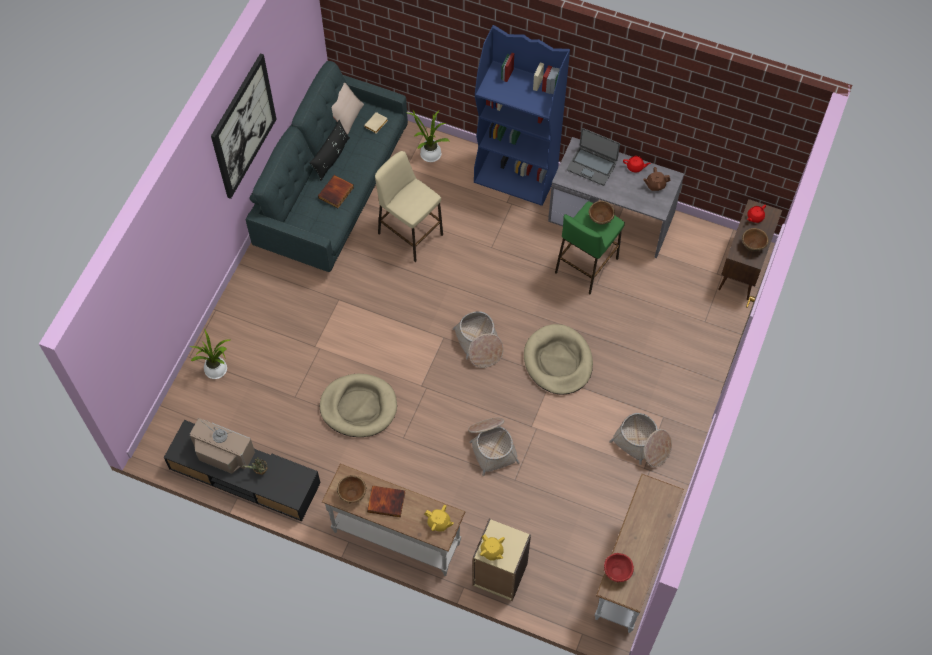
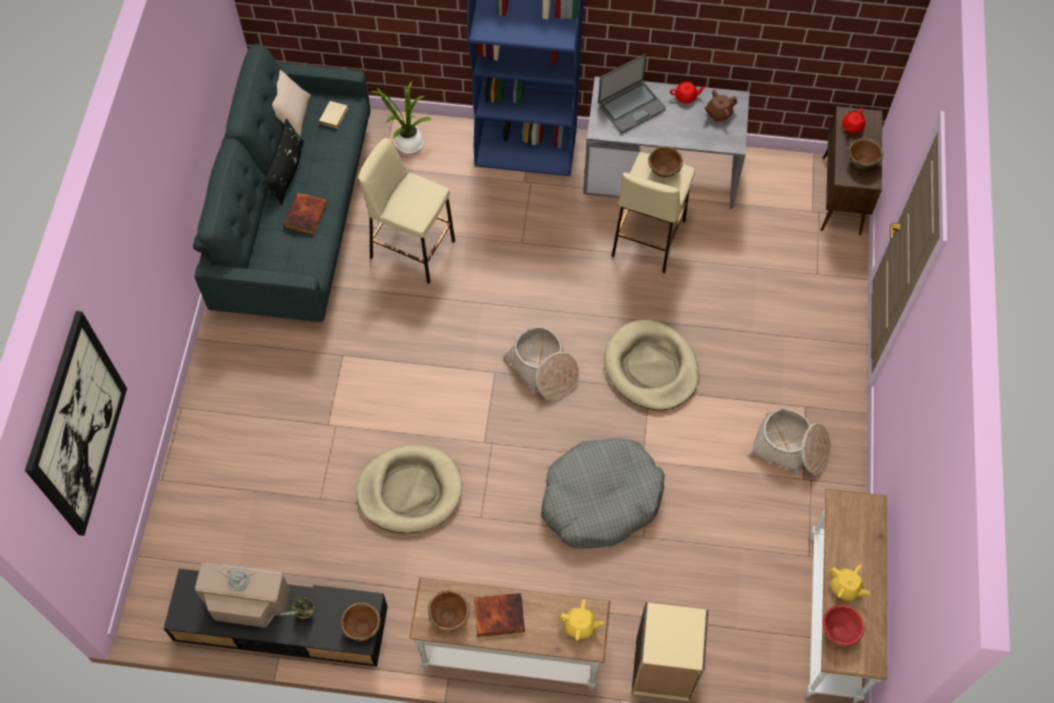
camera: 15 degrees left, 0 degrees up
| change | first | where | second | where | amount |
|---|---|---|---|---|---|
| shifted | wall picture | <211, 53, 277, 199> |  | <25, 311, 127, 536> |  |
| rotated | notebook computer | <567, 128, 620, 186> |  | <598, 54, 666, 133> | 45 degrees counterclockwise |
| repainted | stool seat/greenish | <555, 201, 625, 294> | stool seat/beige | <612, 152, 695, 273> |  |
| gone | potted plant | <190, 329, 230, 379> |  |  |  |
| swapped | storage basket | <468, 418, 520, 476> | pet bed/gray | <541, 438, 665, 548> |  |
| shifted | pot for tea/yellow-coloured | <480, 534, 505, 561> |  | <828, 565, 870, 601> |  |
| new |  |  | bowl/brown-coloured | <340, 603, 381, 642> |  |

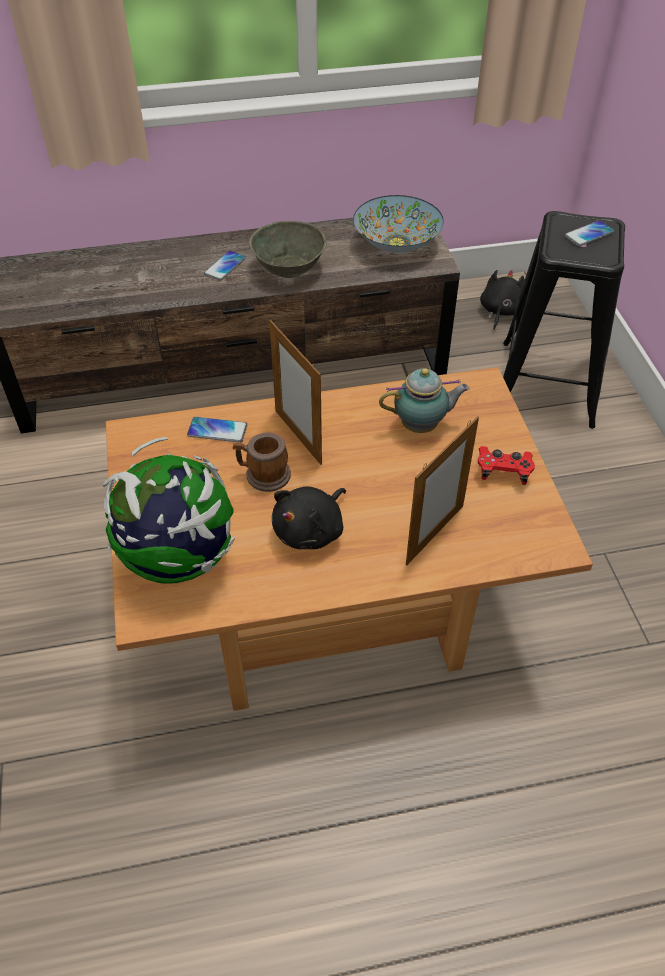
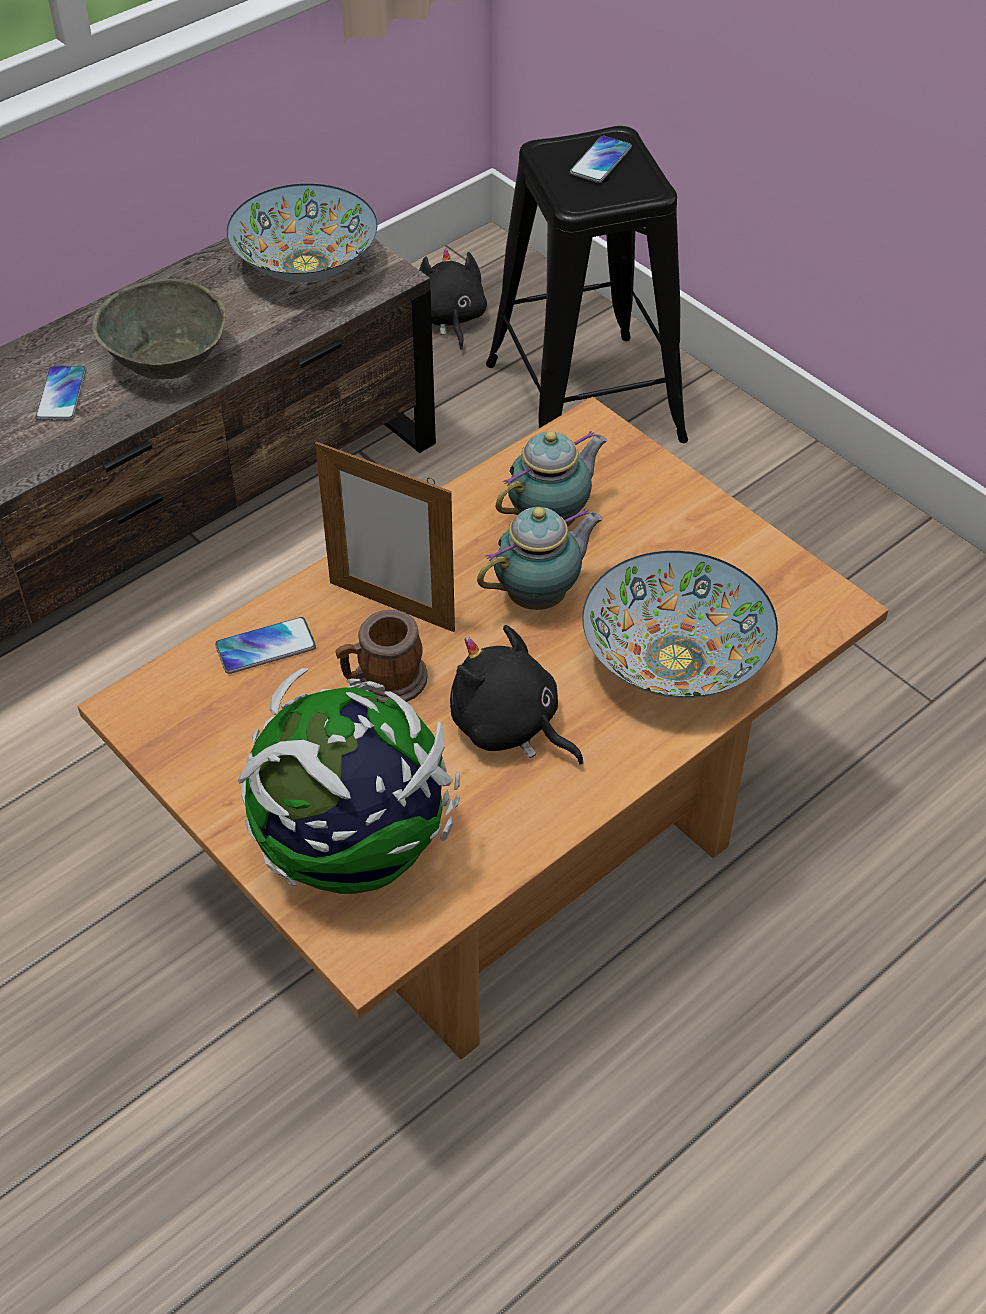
camera: 30 degrees left, 0 degrees up
| change | first | where | second | where | amount |
|---|---|---|---|---|---|
| swapped | picture frame | <406, 416, 479, 565> | bowl | <582, 551, 778, 698> |  |
| gone | joypad/red | <478, 446, 535, 485> |  |  |  |
| rotated | plush toy/blackish | <272, 486, 346, 549> |  | <450, 625, 584, 765> | 120 degrees clockwise |
| new |  |  | pot for tea | <477, 507, 603, 610> |  |

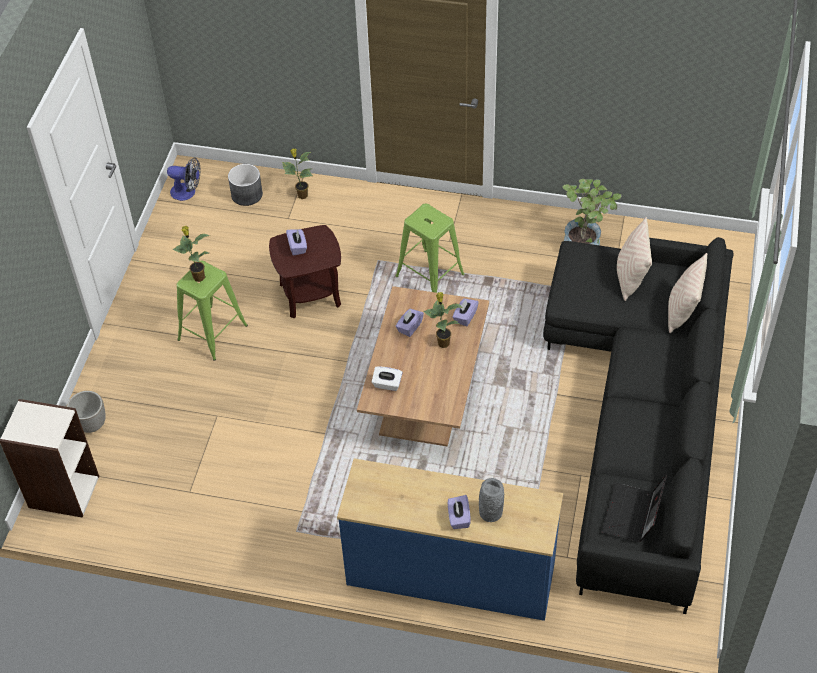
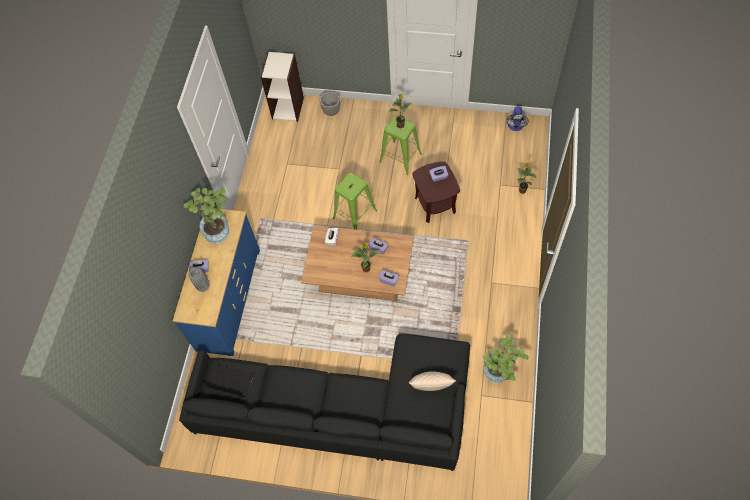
camera: 90 degrees right, 10 degrees up
| change | first | where | second | where | amount |
|---|---|---|---|---|---|
| gone | flower pot/gray | <228, 164, 263, 206> |  |  |  |
| shifted | stool seat/greenish | <396, 204, 465, 293> |  | <333, 173, 377, 230> |  |
| gone | pillow/beige | <668, 253, 707, 333> |  |  |  |
| new |  |  | potted plant | <183, 188, 229, 244> |  |

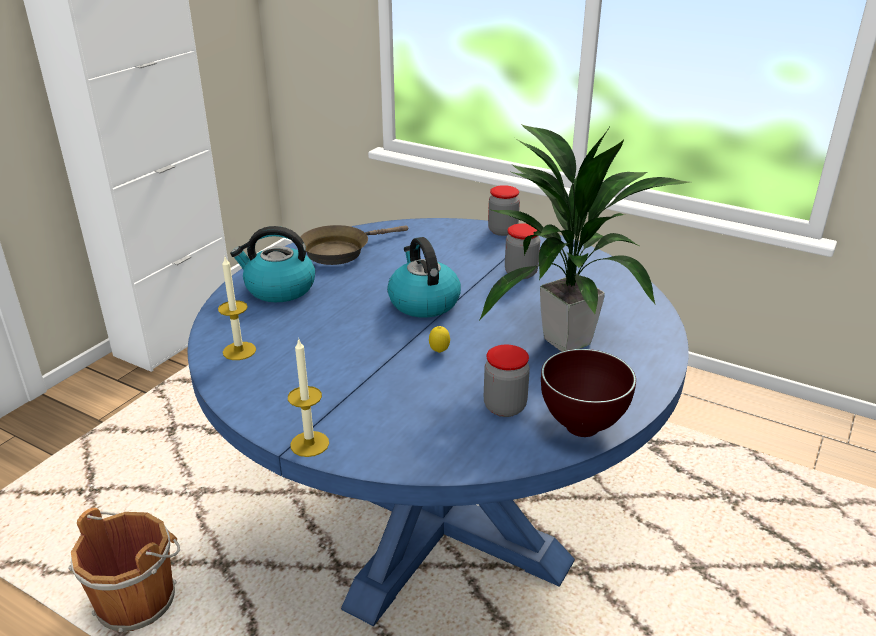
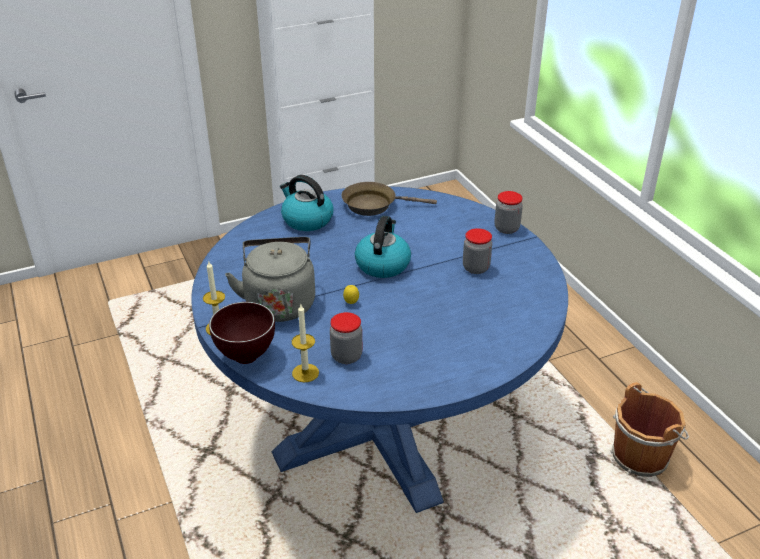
camera: 35 degrees right, 5 degrees up
| change | first | where | second | where | amount |
|---|---|---|---|---|---|
| gone | potted plant | <479, 124, 689, 352> |  |  |  |
| shifted | wax light | <218, 257, 256, 360> |  | <292, 305, 319, 382> |  |
| shifted | bowl/brown-coloured | <541, 349, 636, 437> |  | <209, 302, 275, 364> |  |
| shifted | water bucket/brown-coloured | <68, 507, 180, 633> |  | <610, 382, 689, 477> |  |
| new |  |  | kettle/gray | <225, 237, 315, 322> |  |

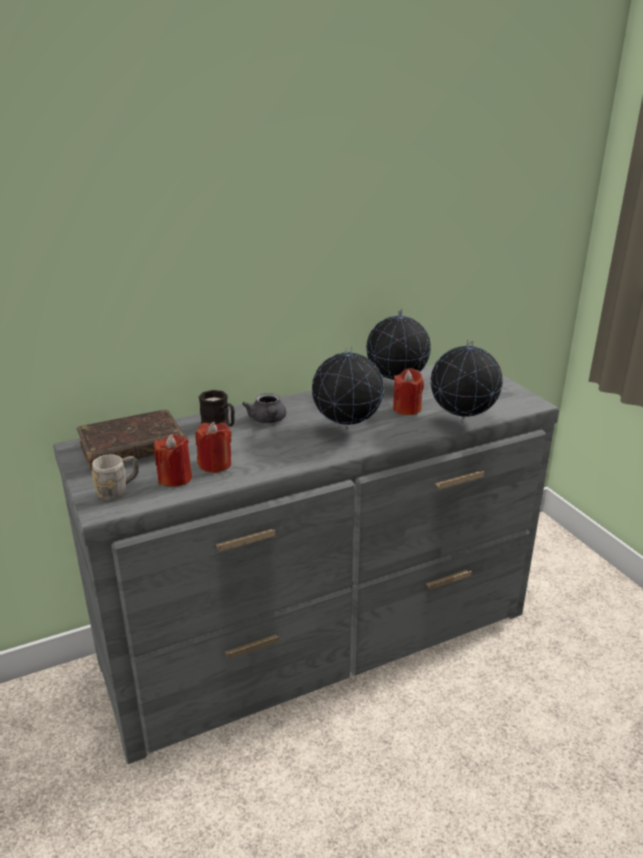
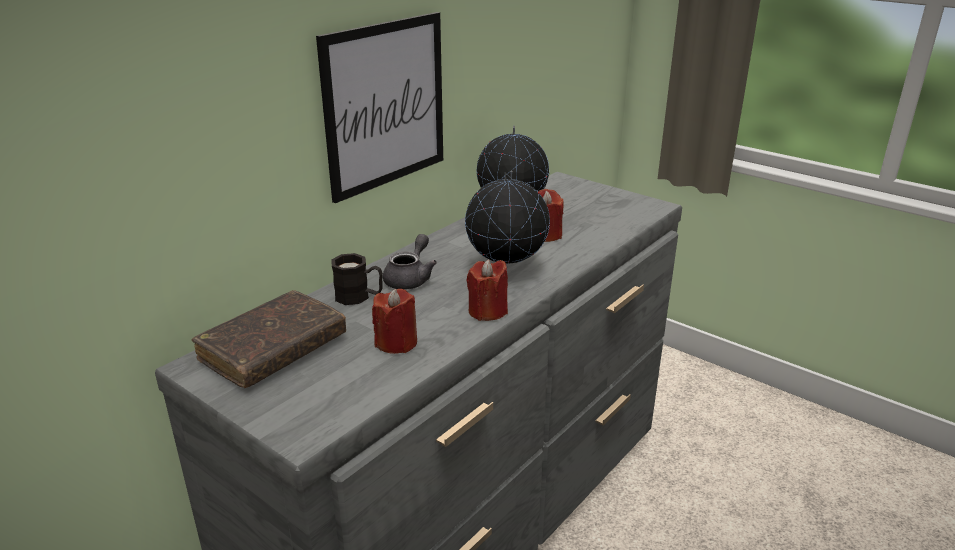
camera: 25 degrees left, 0 degrees up
| change | first | where | second | where | amount |
|---|---|---|---|---|---|
| gone | desk globe | <430, 339, 503, 423> |  |  |  |
| rotated | pot for tea/gray | <242, 393, 286, 423> |  | <383, 234, 437, 290> | 120 degrees counterclockwise |
| shifted | wax light/red | <154, 434, 192, 487> |  | <466, 259, 508, 321> |  |
| gone | coffee mug/gray | <91, 455, 139, 501> |  |  |  |
| new |  |  | wall picture | <316, 12, 443, 203> |  |

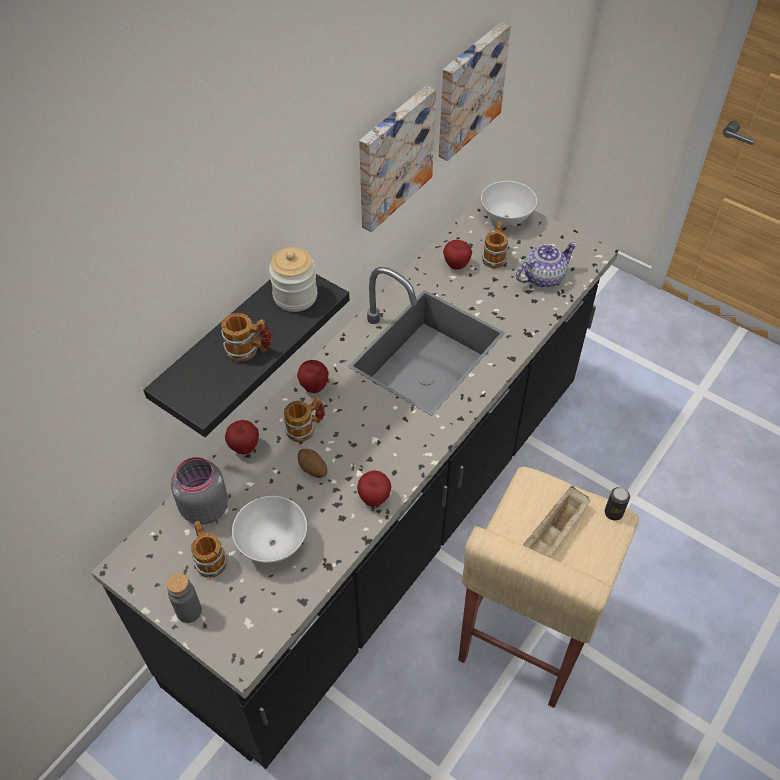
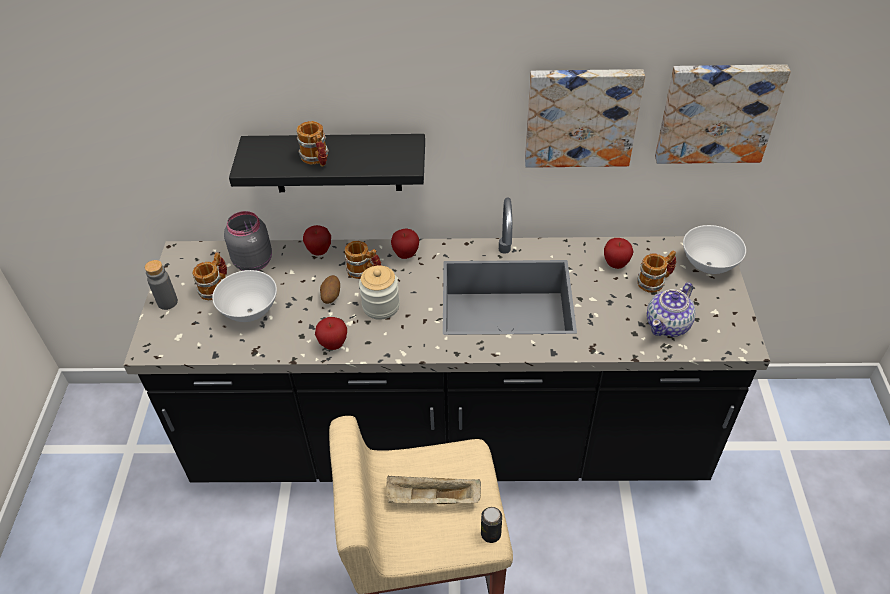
camera: 55 degrees right, 5 degrees down
| change | first | where | second | where | amount |
|---|---|---|---|---|---|
| rotated | pot for tea | <516, 242, 577, 288> |  | <647, 282, 696, 337> | 105 degrees clockwise |
| shifted | jar | <269, 247, 318, 312> |  | <359, 265, 400, 320> |  |

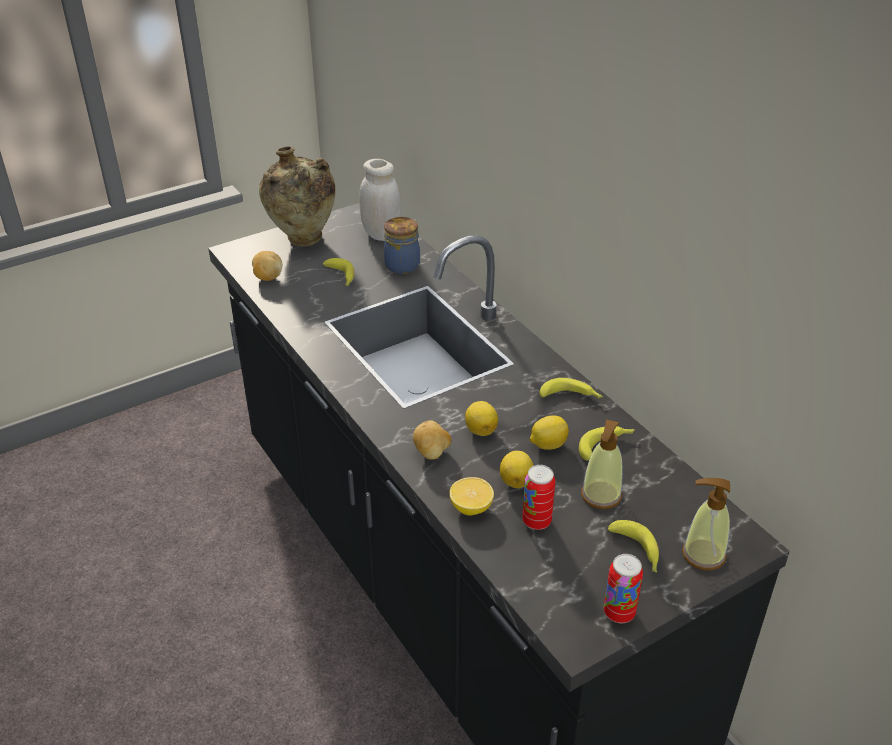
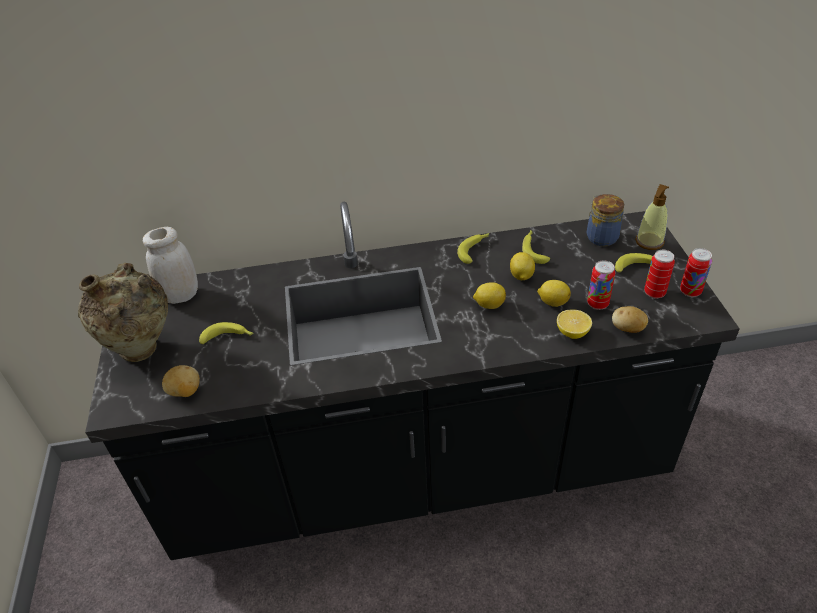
camera: 65 degrees left, 5 degrees up
| change | first | where | second | where | amount |
|---|---|---|---|---|---|
| shifted | jar | <384, 217, 420, 274> |  | <587, 194, 624, 246> |  |
| gone | liquid soap bottle | <581, 419, 623, 509> |  |  |  |
| shifted | spud | <413, 420, 451, 460> |  | <612, 306, 648, 333> |  |
| new |  |  | metal can | <644, 250, 675, 298> |  |

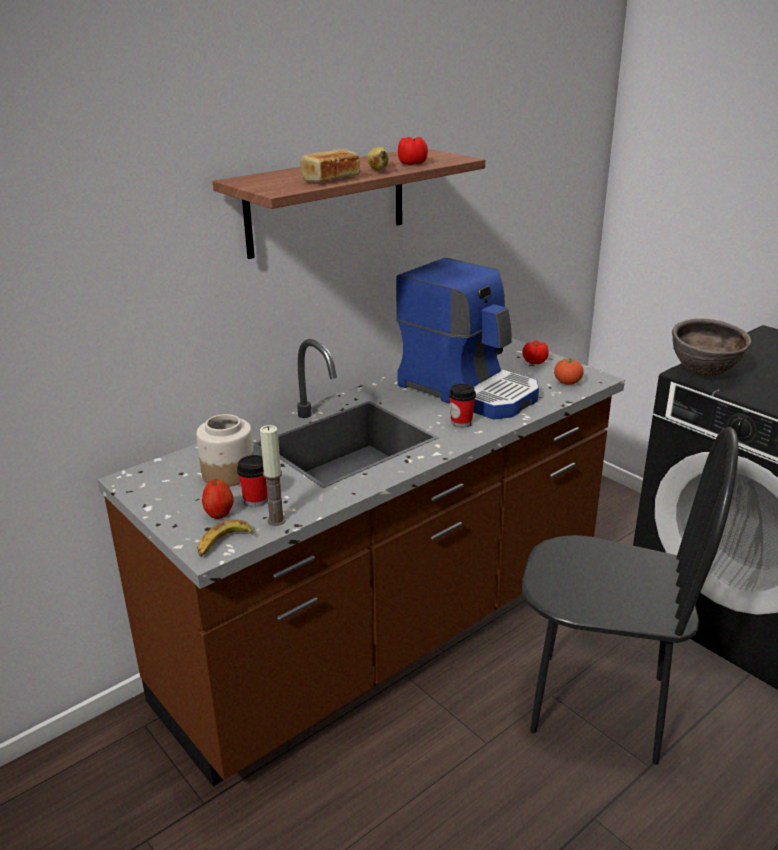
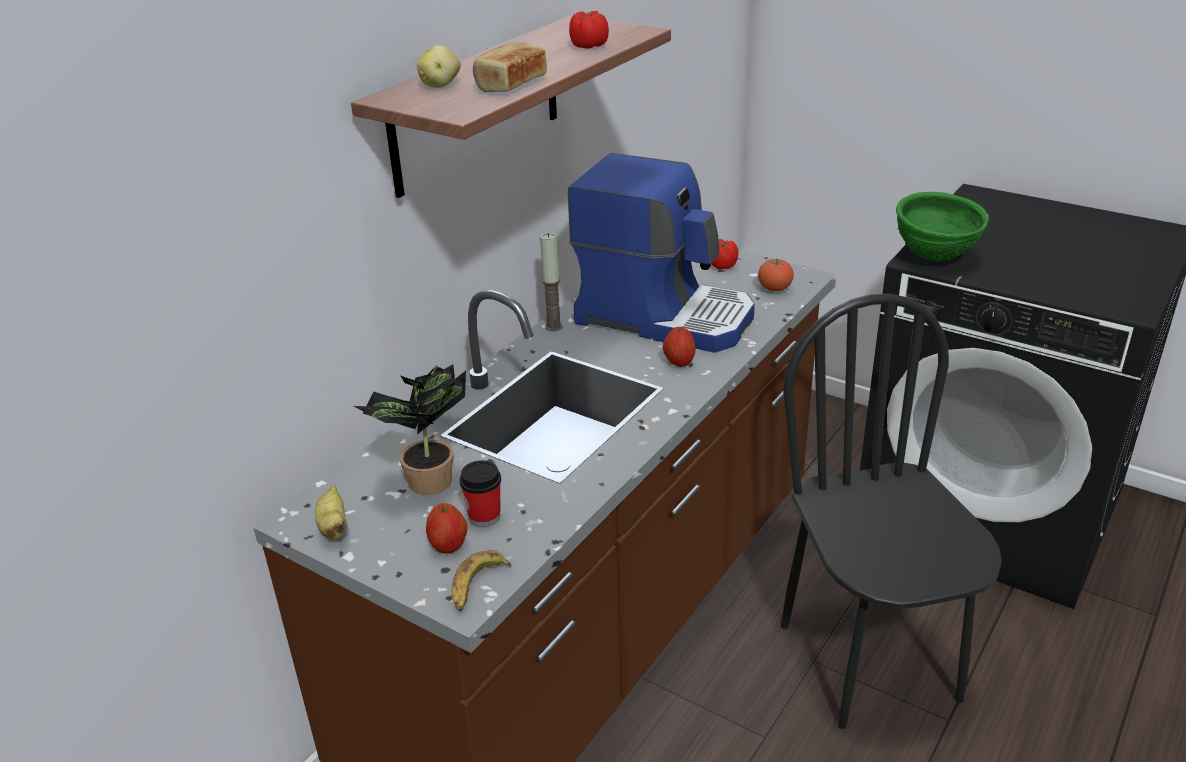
camera: 15 degrees left, 5 degrees up
| change | first | where | second | where | amount |
|---|---|---|---|---|---|
| shifted | whole banana | <367, 147, 389, 171> |  | <315, 485, 347, 540> |  |
| repainted | bowl/brown-coloured | <672, 318, 751, 376> | bowl/greenish | <896, 192, 989, 262> |  |
| swapped | cup | <449, 384, 476, 427> | apple fruit | <663, 327, 696, 367> |  |
| swapped | jar | <196, 414, 254, 487> | potted plant | <354, 364, 466, 495> |  |
| shifted | wax light | <260, 425, 286, 526> |  | <540, 233, 563, 331> |  |
| rotated | chair/blackish | <522, 427, 739, 765> |  | <781, 294, 1002, 729> | 105 degrees counterclockwise |
| new |  |  | spud | <417, 46, 461, 88> |  |

